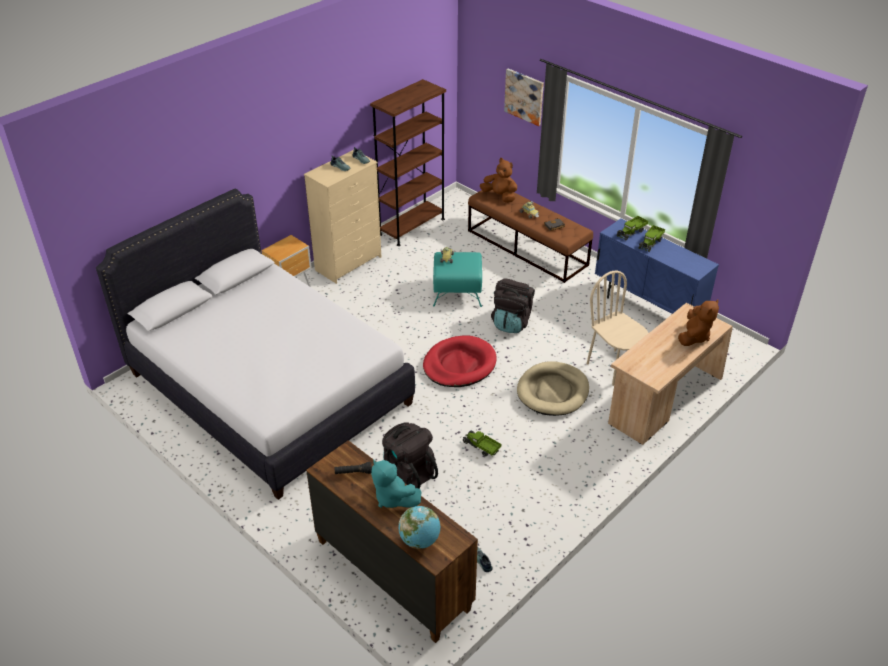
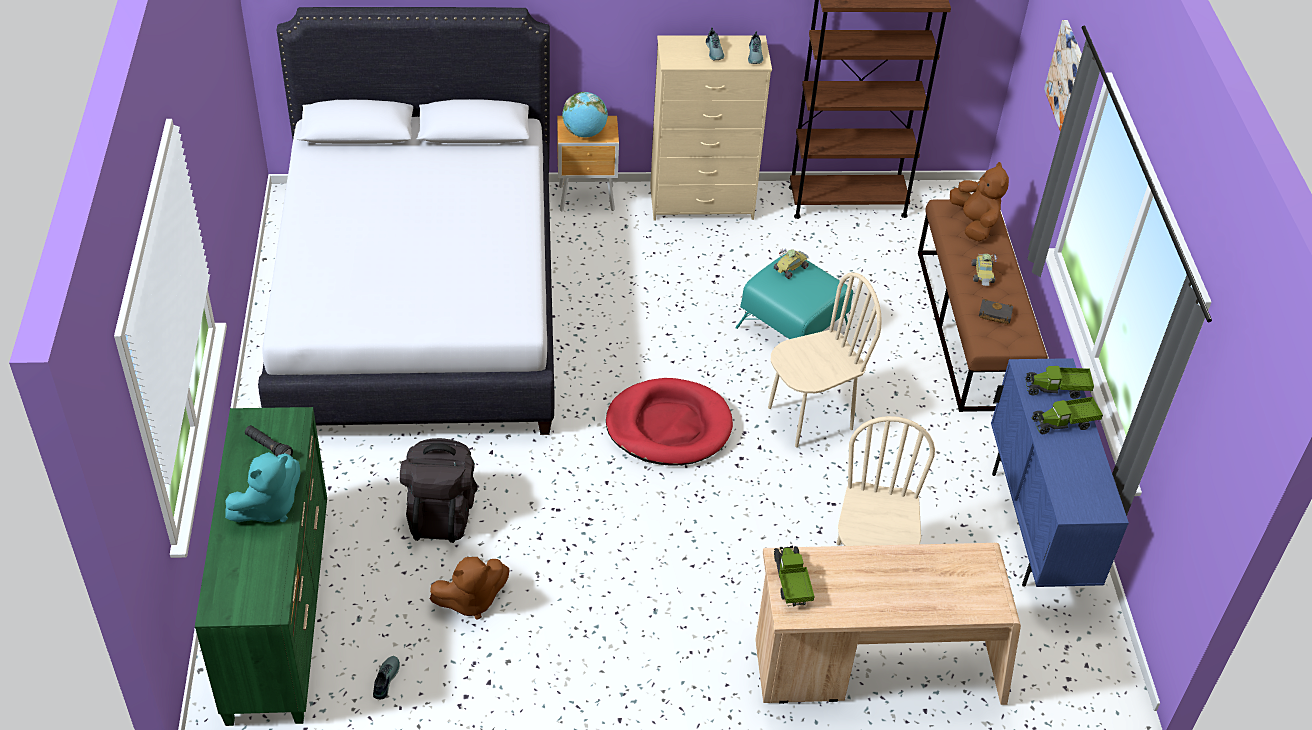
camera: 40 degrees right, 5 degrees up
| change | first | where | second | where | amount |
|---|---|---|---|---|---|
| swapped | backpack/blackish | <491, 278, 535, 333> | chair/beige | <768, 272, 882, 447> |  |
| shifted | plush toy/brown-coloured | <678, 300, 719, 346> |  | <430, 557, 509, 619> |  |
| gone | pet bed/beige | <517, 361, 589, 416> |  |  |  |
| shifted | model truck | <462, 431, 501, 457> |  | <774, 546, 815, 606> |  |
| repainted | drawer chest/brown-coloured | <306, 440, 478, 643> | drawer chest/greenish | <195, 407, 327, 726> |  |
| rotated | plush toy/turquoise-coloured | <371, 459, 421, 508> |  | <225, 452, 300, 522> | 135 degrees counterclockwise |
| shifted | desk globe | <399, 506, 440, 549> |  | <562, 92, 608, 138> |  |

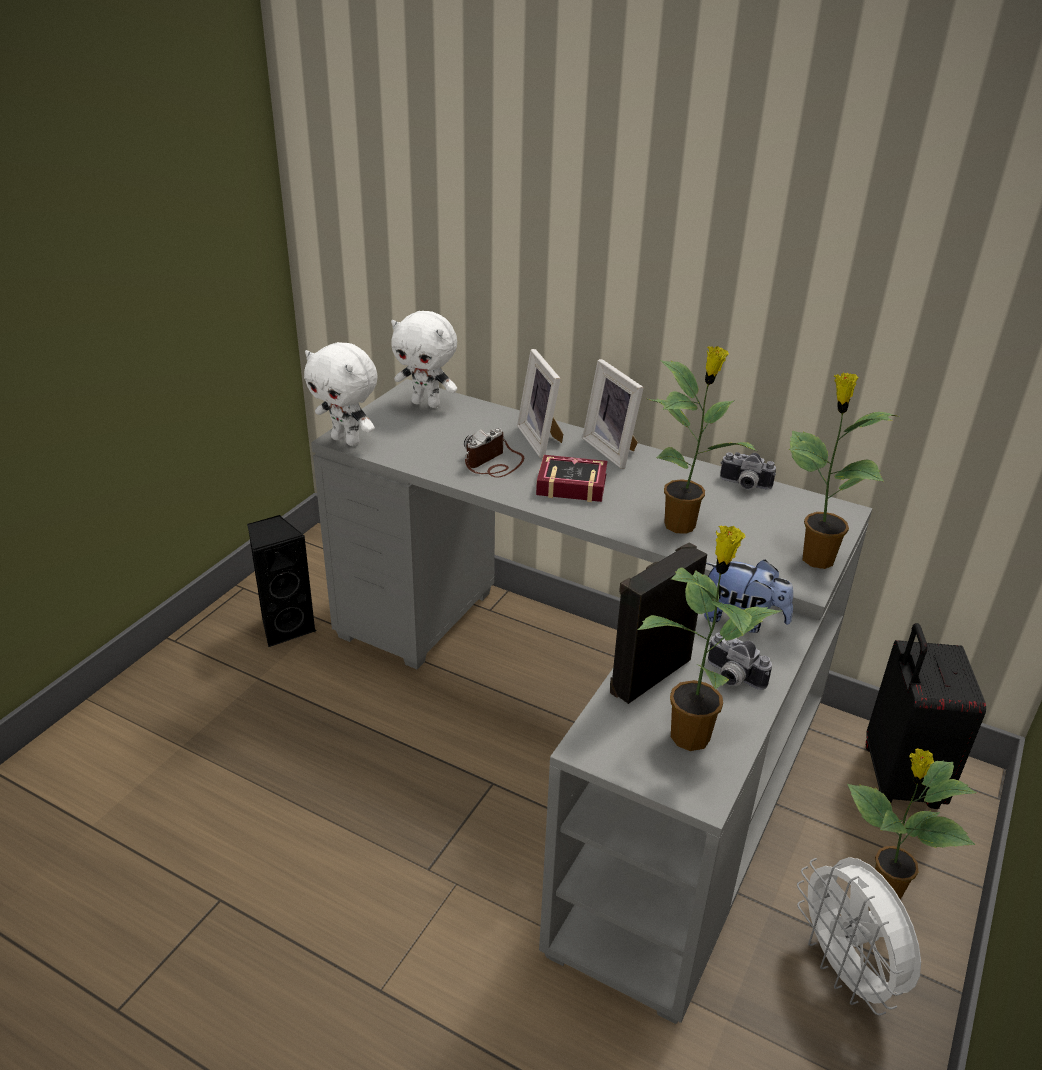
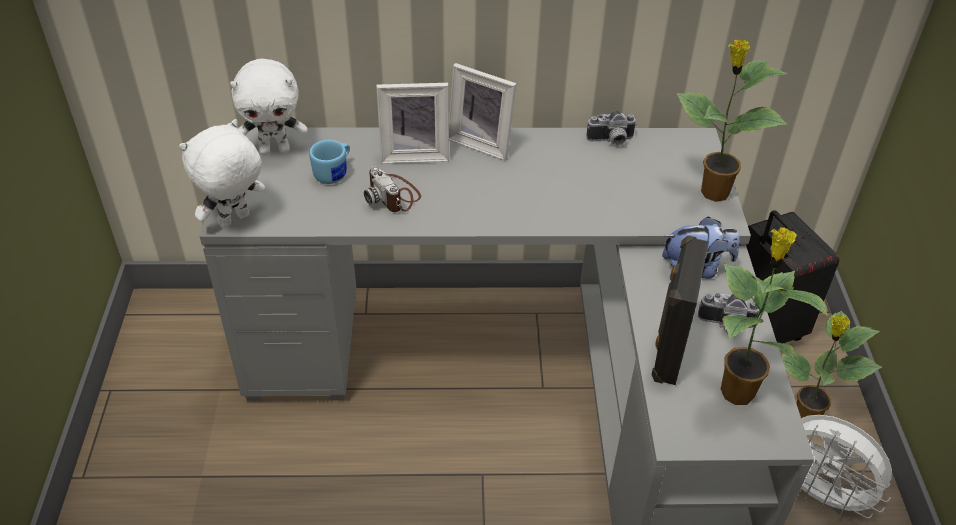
camera: 30 degrees left, 10 degrees up
| change | first | where | second | where | amount |
|---|---|---|---|---|---|
| rotated | plush toy/white-coloured | <304, 342, 378, 446> |  | <179, 119, 265, 228> | 135 degrees clockwise |
| gone | potted plant | <648, 346, 757, 534> |  |  |  |
| rotated | picture frame | <517, 349, 563, 458> |  | <376, 83, 449, 164> | 45 degrees counterclockwise |
| rotated | still camera | <464, 428, 524, 478> |  | <364, 166, 421, 212> | 45 degrees counterclockwise |
| gone | bound book | <536, 455, 607, 502> |  |  |  |
| gone | audio speaker/blackish | <247, 515, 316, 647> |  |  |  |
| new |  |  | coffee mug/blue | <309, 140, 350, 184> |  |

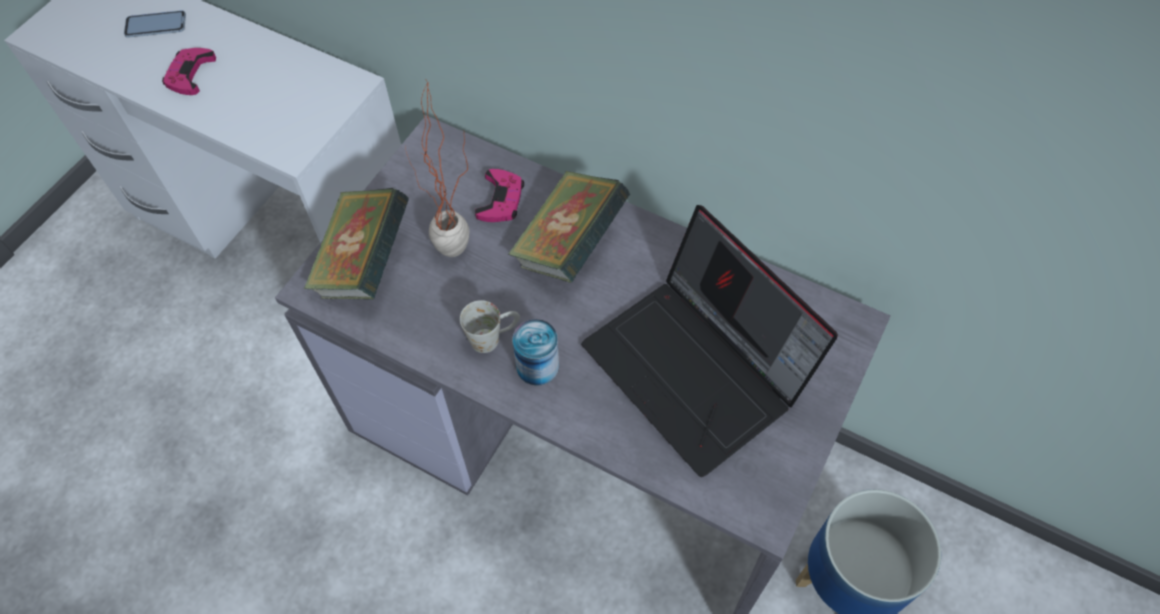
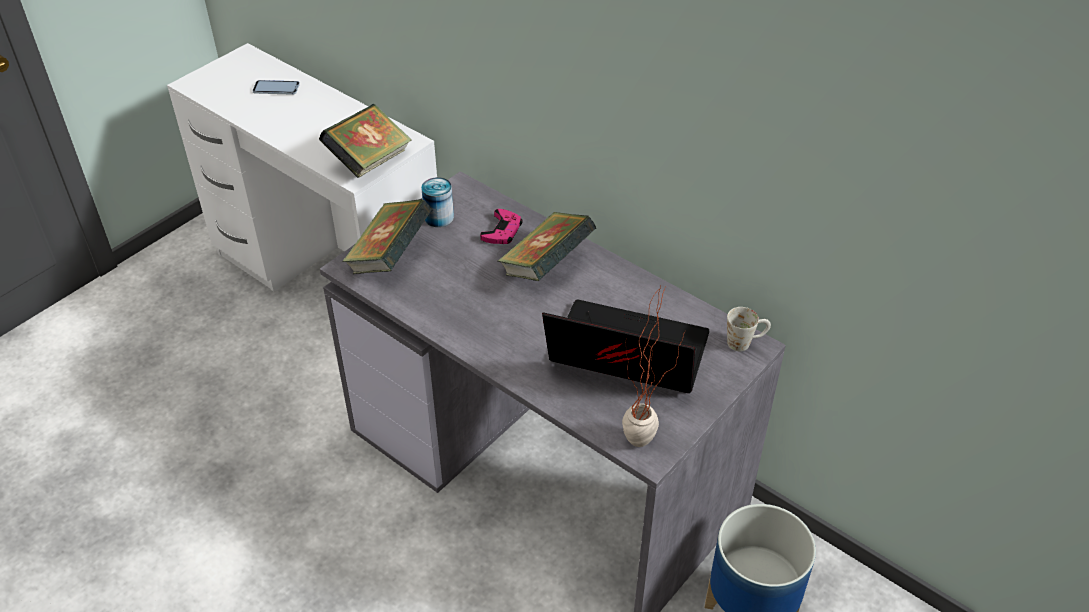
camera: 10 degrees right, 15 degrees down
| change | first | where | second | where | amount |
|---|---|---|---|---|---|
| gone | joypad/pinkish | <162, 48, 216, 95> |  |  |  |
| shifted | potted plant | <405, 80, 470, 257> |  | <622, 285, 686, 447> |  |
| rotated | notebook computer | <581, 205, 838, 477> |  | <542, 299, 709, 393> | 135 degrees clockwise |
| shifted | coffee mug/white-coloured | <460, 300, 520, 353> |  | <727, 307, 771, 351> |  |
| shifted | metal can | <512, 319, 559, 386> |  | <421, 177, 454, 227> |  |
| new |  |  | bound book | <319, 104, 412, 178> |  |

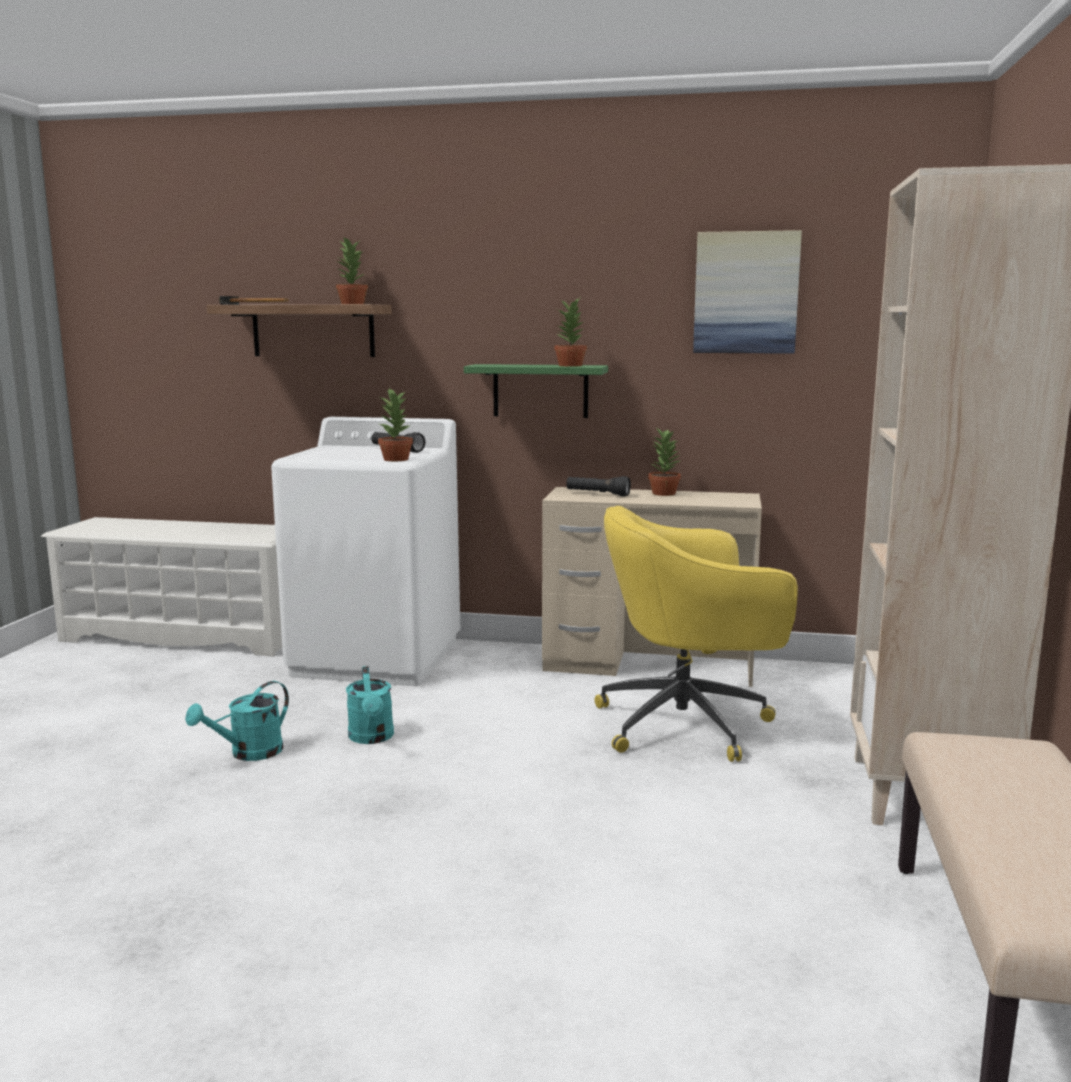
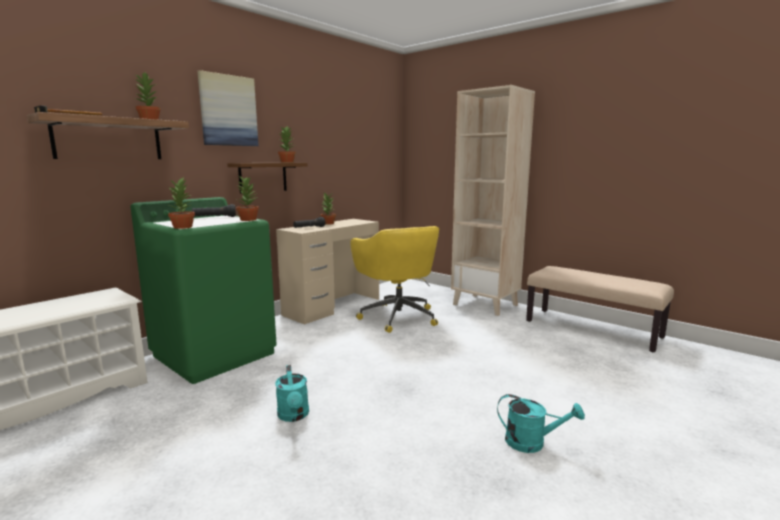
camera: 60 degrees left, 0 degrees up
| change | first | where | second | where | amount |
|---|---|---|---|---|---|
| shifted | wall picture | <693, 230, 802, 354> |  | <197, 70, 259, 146> |  |
| repainted | bracket shelf/greenish | <464, 364, 608, 418> | bracket shelf/brown-coloured | <227, 163, 308, 194> |  |
| repainted | washing machine/white-coloured | <271, 417, 460, 686> | washing machine/greenish | <130, 197, 277, 384> |  |
| rotated | office chair/yellow-coloured | <595, 506, 798, 762> |  | <351, 226, 439, 333> | 45 degrees counterclockwise |
| shifted | watering can/turquoise-coloured | <346, 666, 394, 744> |  | <497, 394, 585, 453> |  |
| new |  |  | potted plant | <168, 177, 195, 229> |  |

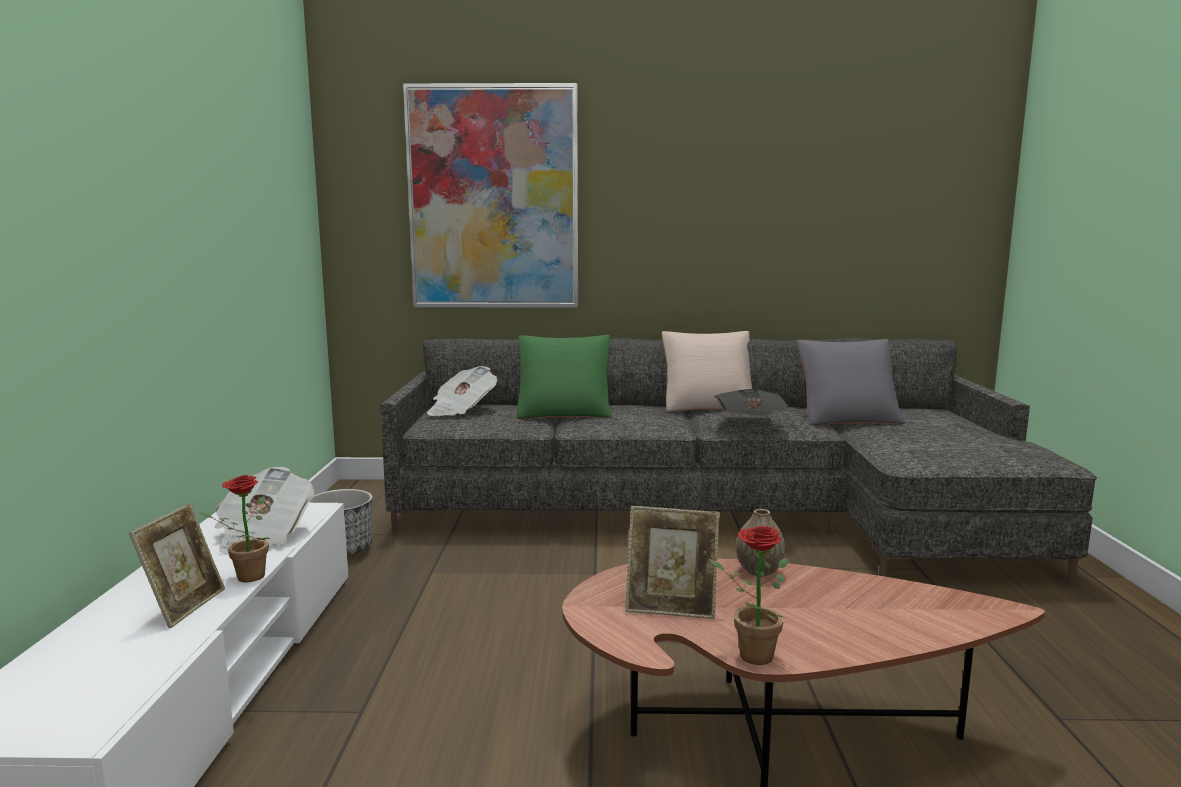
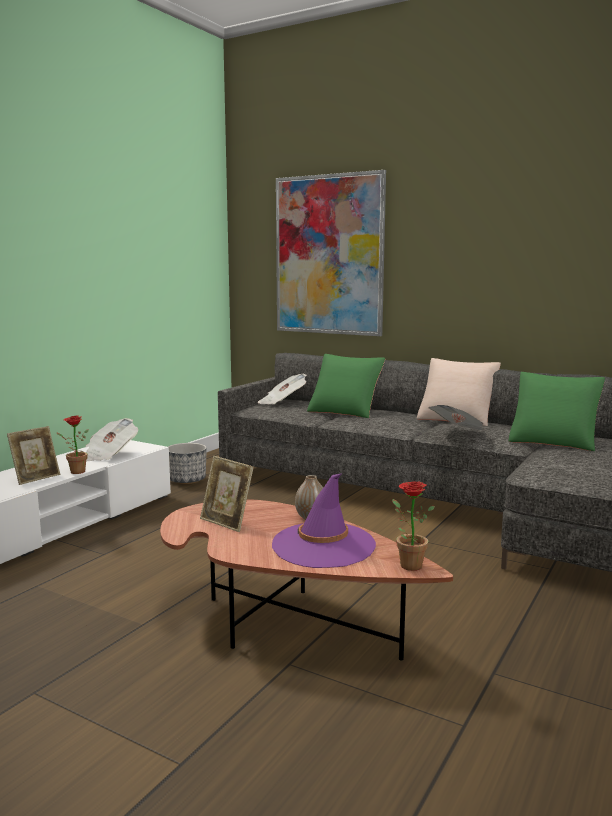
camera: 30 degrees right, 0 degrees up
| change | first | where | second | where | amount |
|---|---|---|---|---|---|
| repainted | pillow/gray | <797, 339, 905, 426> | pillow/greenish | <508, 372, 605, 451> |  |
| shifted | potted plant | <708, 526, 788, 665> |  | <392, 481, 435, 571> |  |
| new |  |  | wearable hat/purplish | <272, 473, 376, 568> |  |

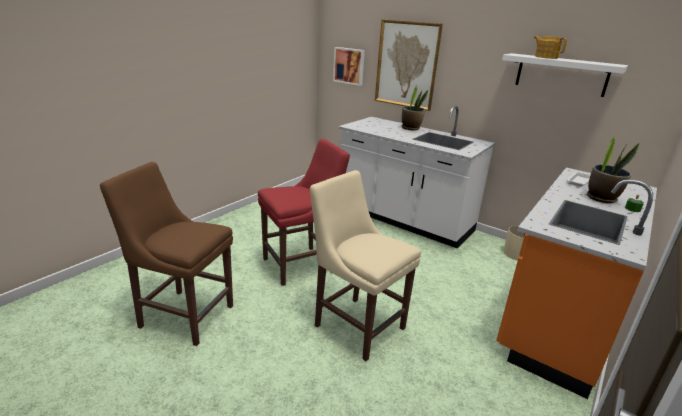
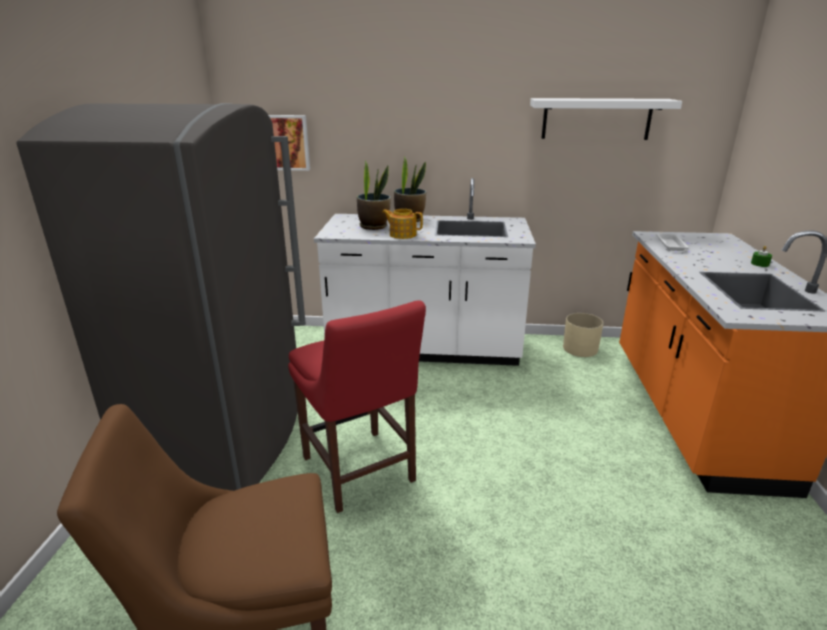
camera: 30 degrees left, 0 degrees up
| change | first | where | second | where | amount |
|---|---|---|---|---|---|
| gone | wall picture | <375, 20, 443, 111> |  |  |  |
| shifted | pot for tea | <534, 36, 567, 59> |  | <382, 209, 423, 239> |  |
| shifted | potted plant | <587, 133, 639, 203> |  | <357, 161, 391, 230> |  |
| rotated | chair/red | <258, 139, 350, 286> |  | <288, 300, 426, 513> | 120 degrees clockwise |
| gone | chair/beige | <310, 170, 421, 361> |  |  |  |
| new |  |  | kitchen fridge/gray | <17, 103, 306, 491> |  |

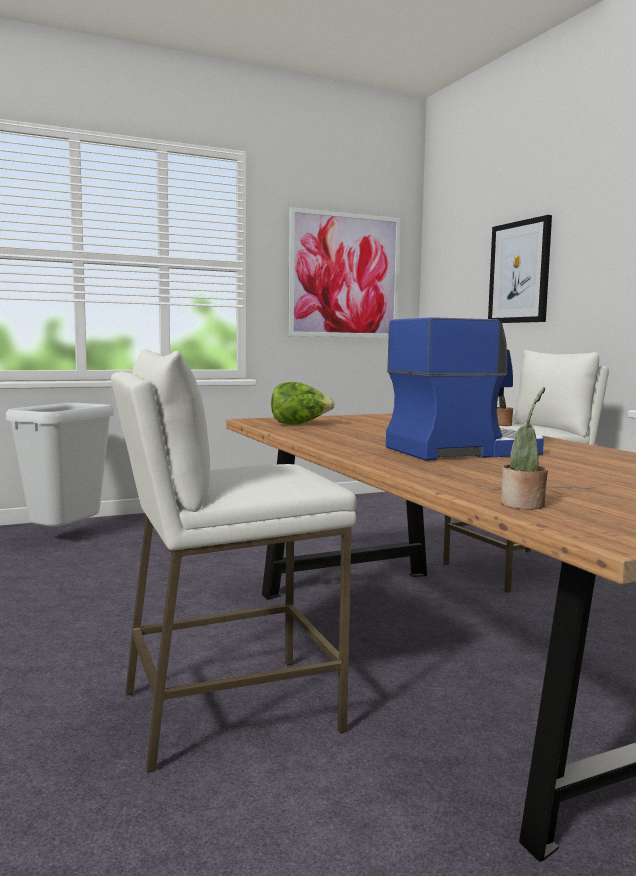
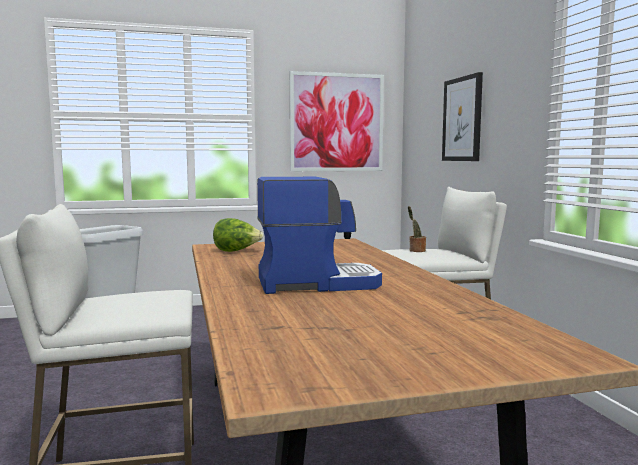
camera: 10 degrees right, 0 degrees up
| change | first | where | second | where | amount |
|---|---|---|---|---|---|
| gone | potted plant | <501, 387, 548, 510> |  |  |  |

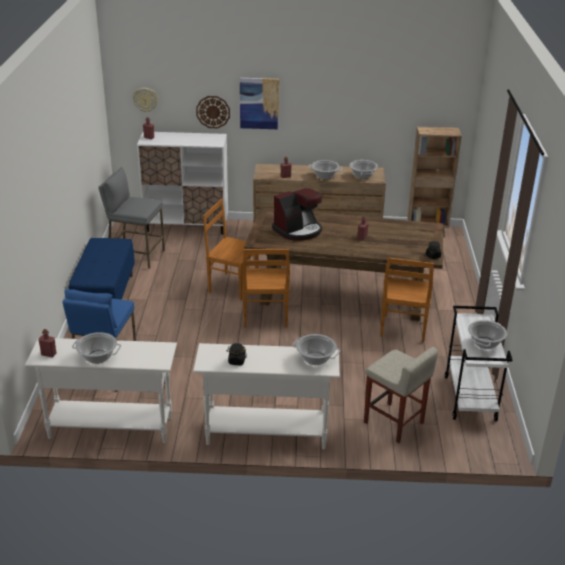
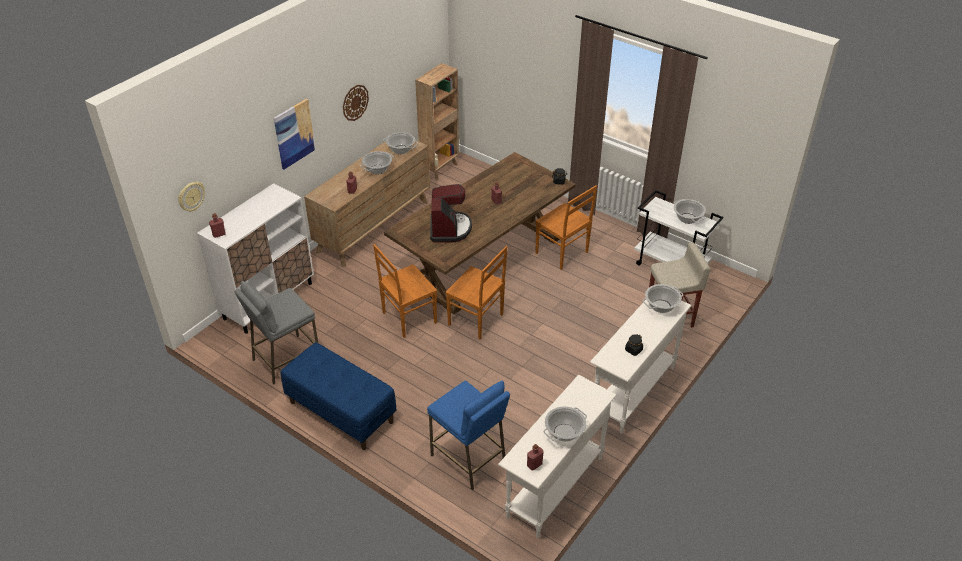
camera: 55 degrees left, 10 degrees up
| change | first | where | second | where | amount |
|---|---|---|---|---|---|
| shifted | clock on the wall | <196, 96, 230, 128> |  | <343, 85, 369, 121> |  |

